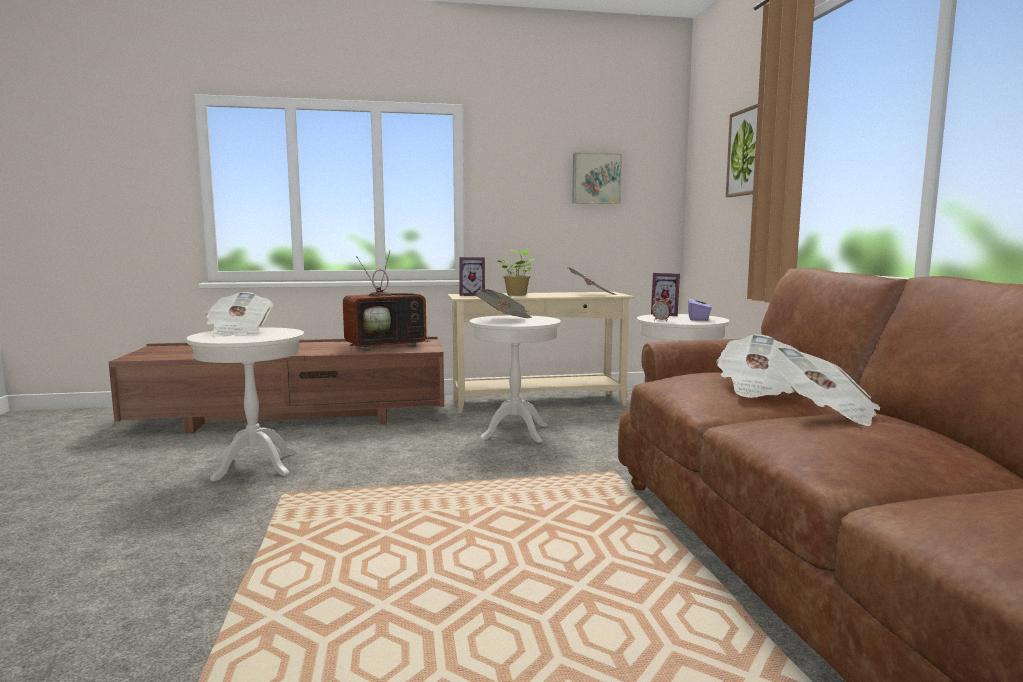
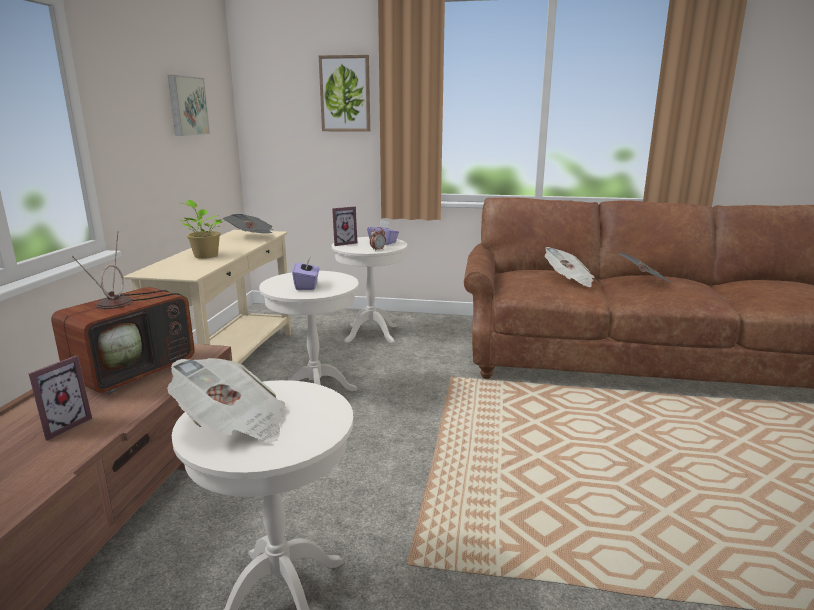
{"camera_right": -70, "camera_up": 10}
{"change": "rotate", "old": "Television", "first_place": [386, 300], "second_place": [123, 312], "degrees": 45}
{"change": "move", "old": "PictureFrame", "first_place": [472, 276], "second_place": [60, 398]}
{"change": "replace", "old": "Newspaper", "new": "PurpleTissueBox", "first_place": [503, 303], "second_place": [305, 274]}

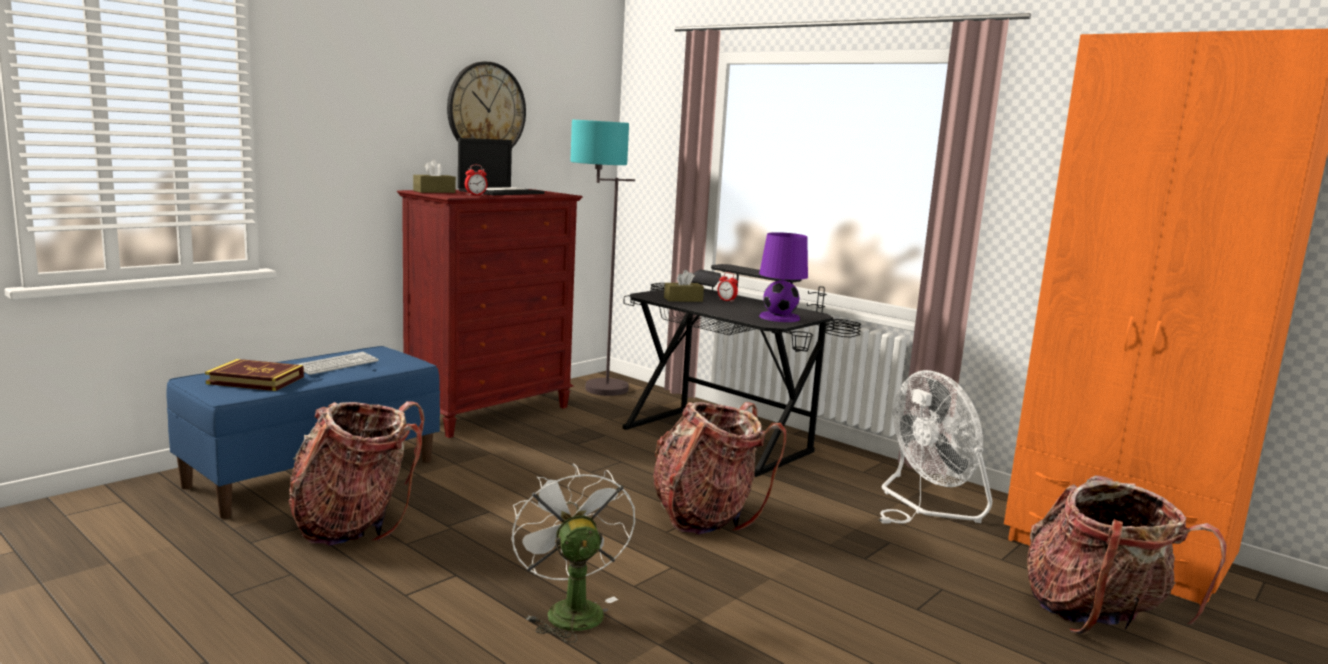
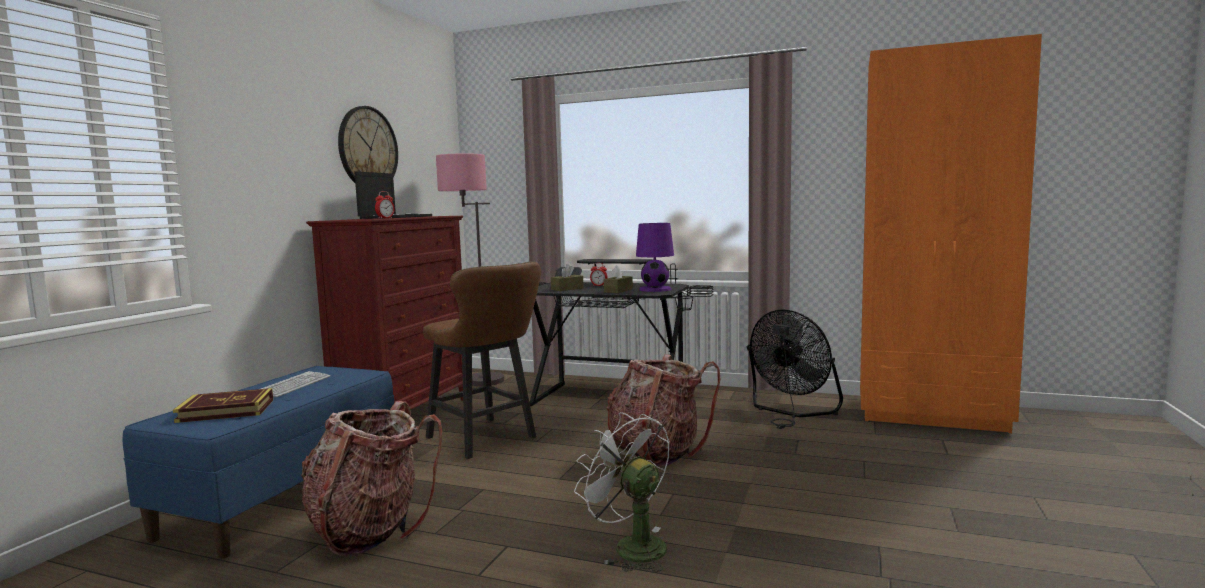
{"camera_right": -20, "camera_up": -5}
{"change": "move", "old": "BrownTissueBox", "first_place": [434, 176], "second_place": [618, 279]}
{"change": "recolor", "old": "TurquoiseFloorLamp", "new": "PinkFloorLamp", "first_place": [603, 258], "second_place": [470, 269]}
{"change": "recolor", "old": "WhiteFan", "new": "BlackFan", "first_place": [935, 447], "second_place": [795, 369]}
{"change": "delete", "old": "Backpack", "first_place": [1127, 554]}
{"change": "insert", "new": "BrownStool", "second_place": [482, 360]}

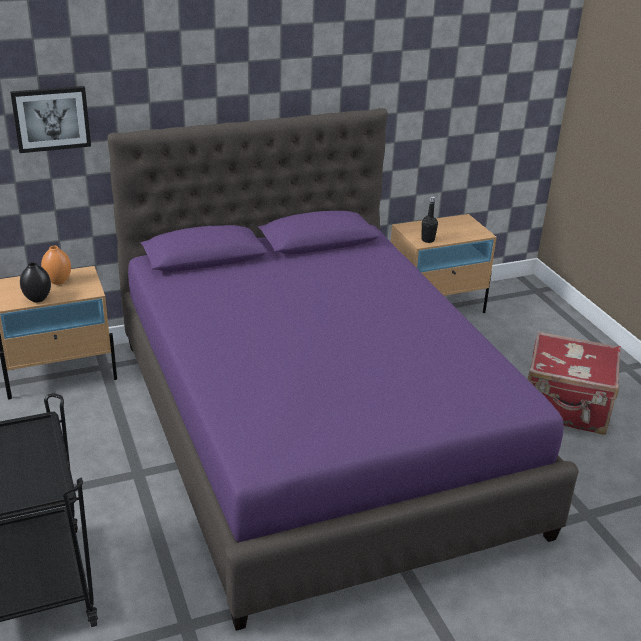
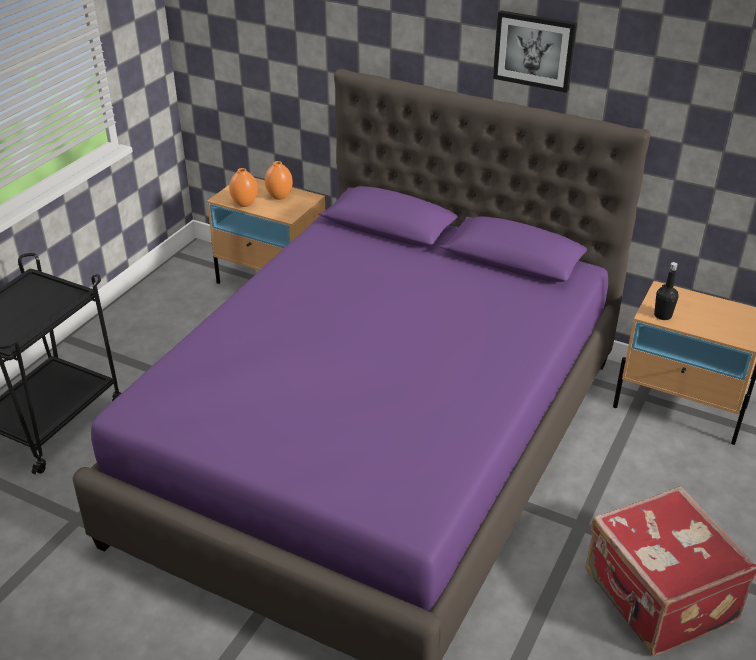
{"camera_right": 50, "camera_up": 5}
{"change": "move", "old": "Picture", "first_place": [50, 119], "second_place": [535, 51]}
{"change": "recolor", "old": "BlackVase", "new": "OrangeVase", "first_place": [35, 282], "second_place": [243, 187]}

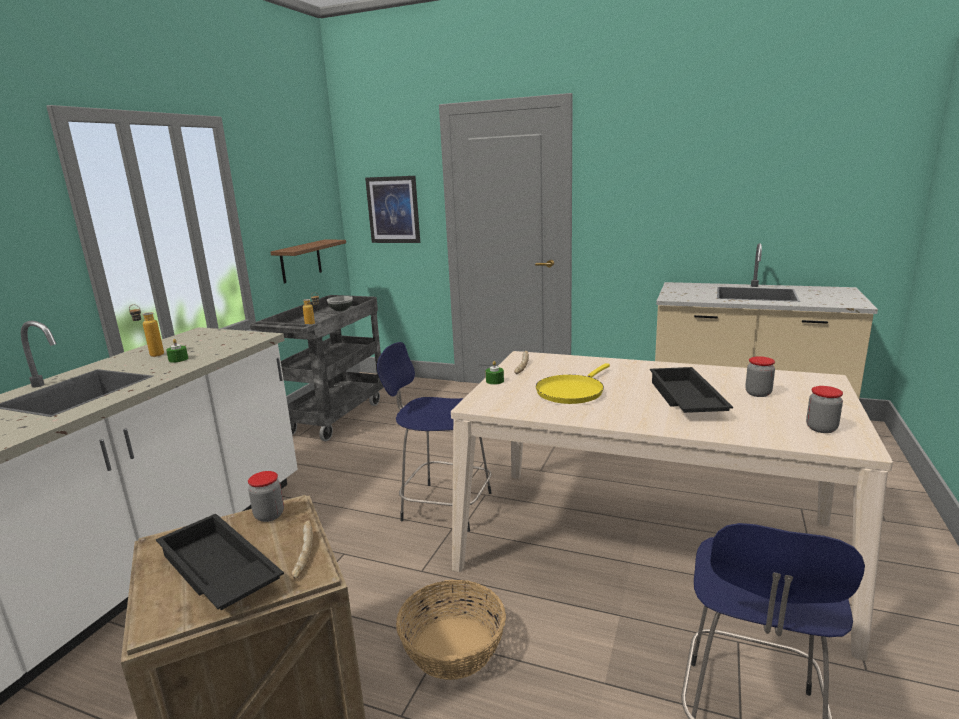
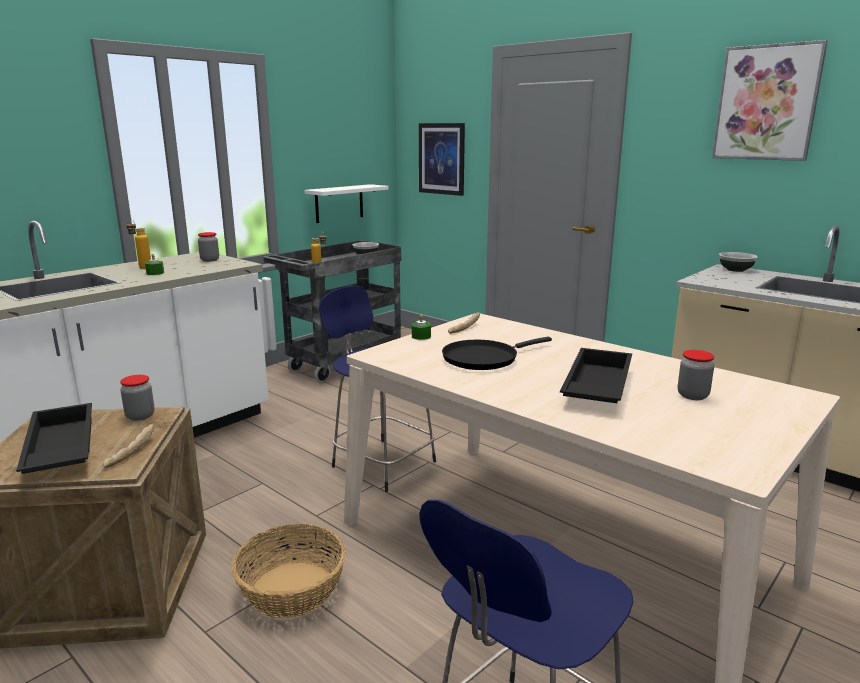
{"camera_right": 20, "camera_up": 0}
{"change": "recolor", "old": "BrownShelf", "new": "WhiteShelf", "first_place": [308, 261], "second_place": [346, 203]}
{"change": "recolor", "old": "YellowFryingPan", "new": "BlackFryingPan", "first_place": [573, 383], "second_place": [497, 353]}
{"change": "move", "old": "Jar", "first_place": [824, 409], "second_place": [208, 247]}
{"change": "insert", "new": "Picture", "second_place": [770, 100]}
{"change": "insert", "new": "Bowl", "second_place": [738, 262]}

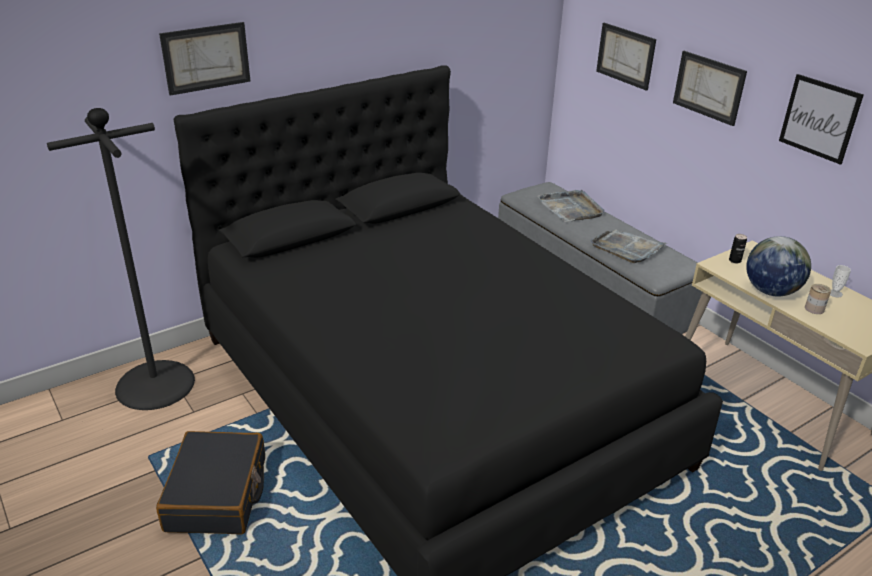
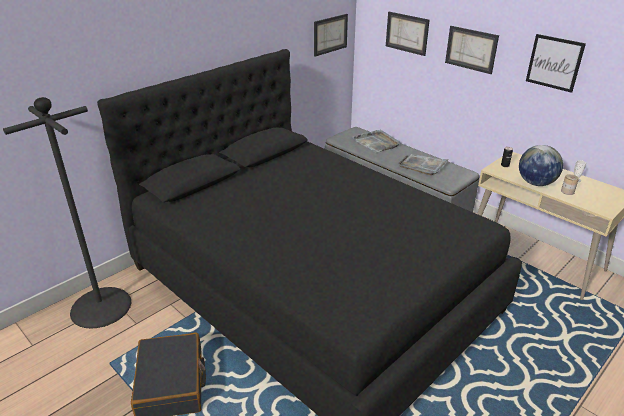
{"camera_right": -10, "camera_up": 0}
{"change": "move", "old": "Picture", "first_place": [204, 59], "second_place": [331, 35]}

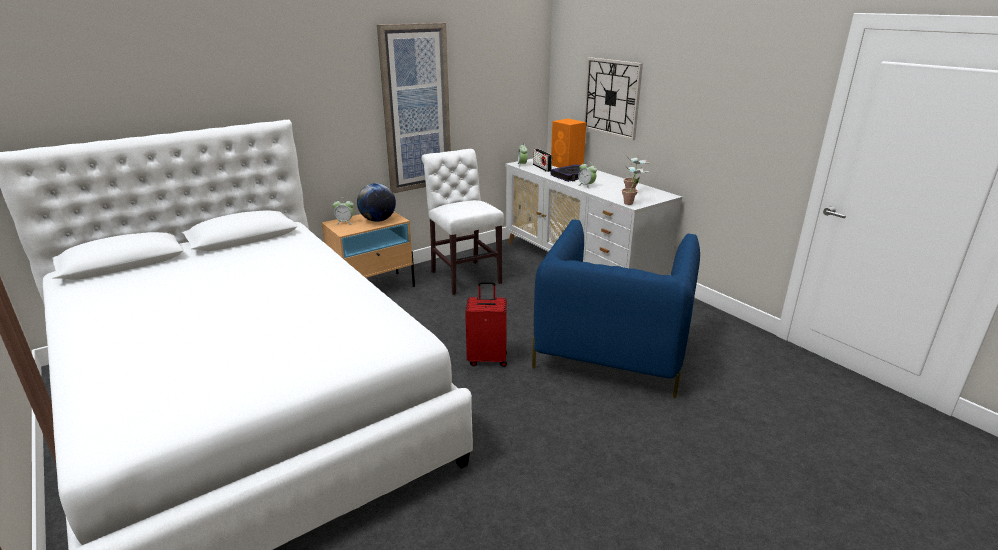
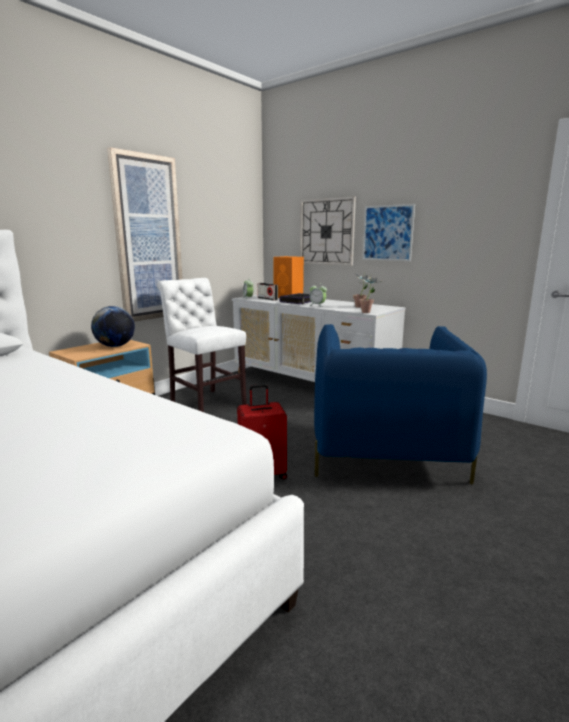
{"camera_right": -15, "camera_up": -10}
{"change": "delete", "old": "AlarmClock", "first_place": [343, 211]}
{"change": "insert", "new": "Picture", "second_place": [389, 232]}

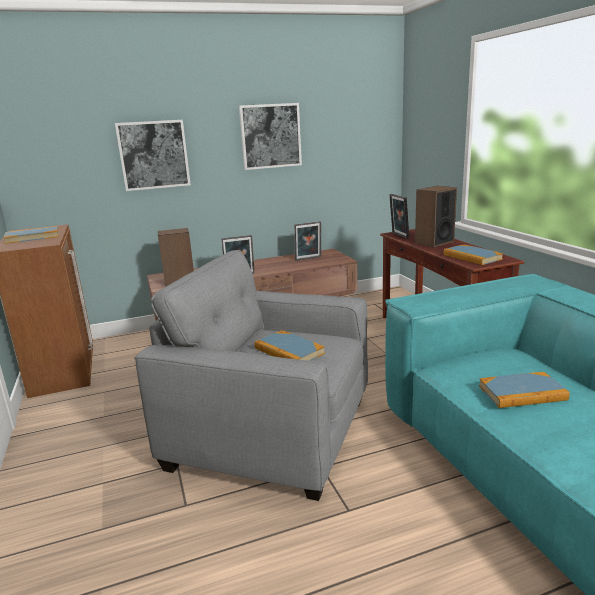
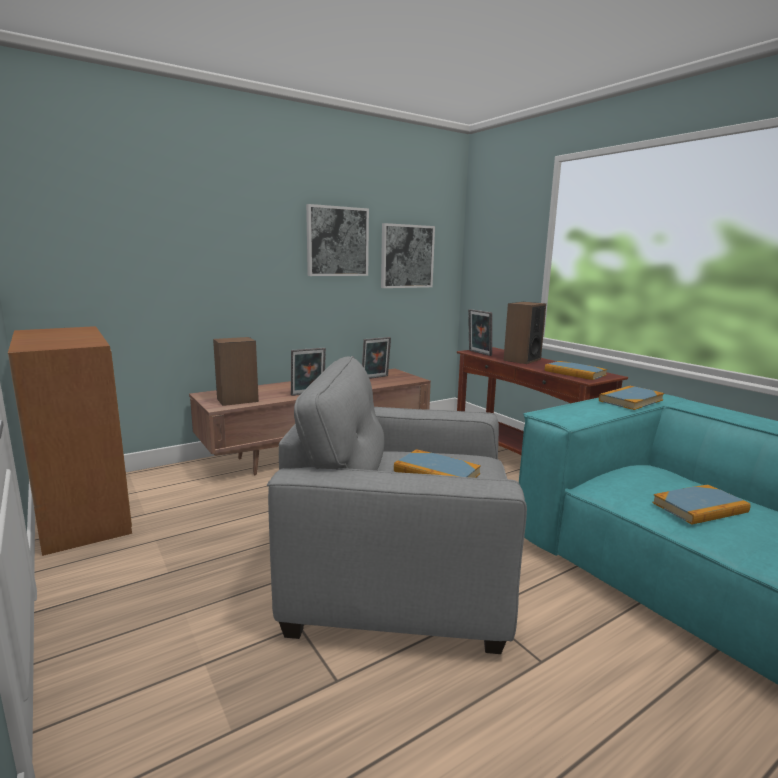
{"camera_right": -15, "camera_up": -5}
{"change": "move", "old": "Book", "first_place": [31, 235], "second_place": [631, 398]}
{"change": "move", "old": "Picture", "first_place": [153, 155], "second_place": [408, 255]}

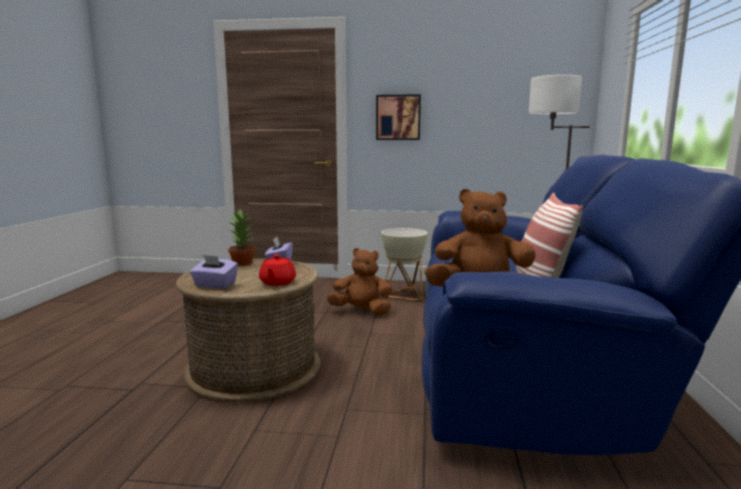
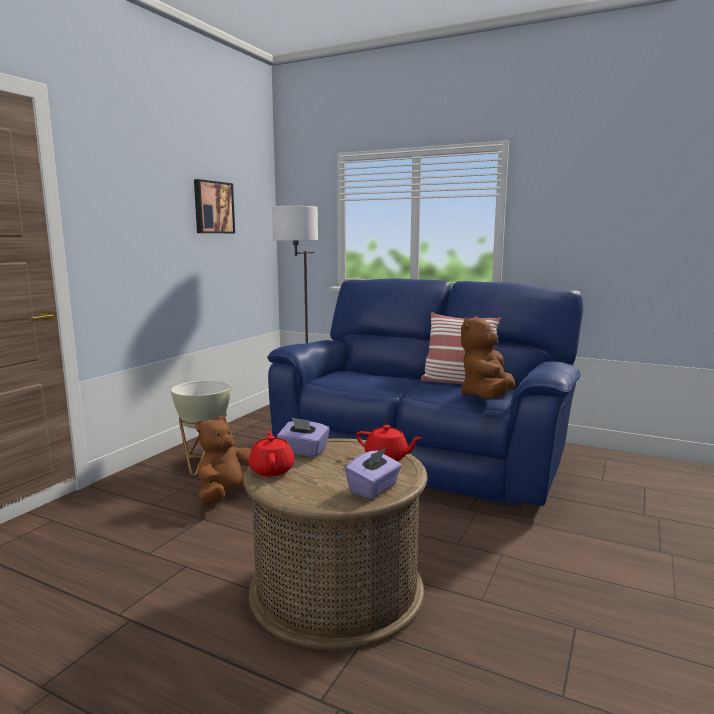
{"camera_right": -70, "camera_up": 0}
{"change": "replace", "old": "PottedPlant", "new": "RedTeapot", "first_place": [241, 237], "second_place": [271, 453]}
{"change": "move", "old": "Picture", "first_place": [398, 117], "second_place": [214, 206]}

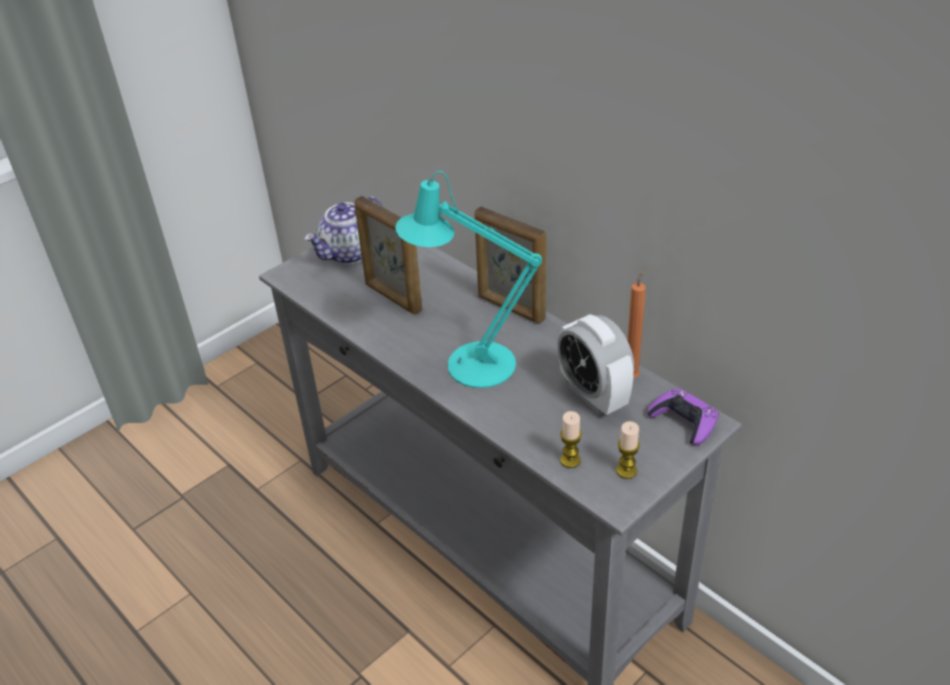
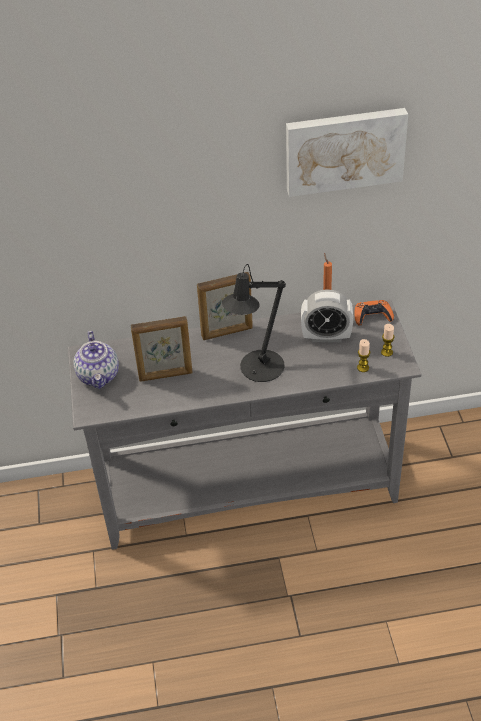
{"camera_right": -55, "camera_up": 5}
{"change": "recolor", "old": "TurquoiseTableLamp", "new": "BlackTableLamp", "first_place": [468, 279], "second_place": [254, 323]}
{"change": "recolor", "old": "PurpleGameController", "new": "OrangeGameController", "first_place": [683, 417], "second_place": [374, 313]}
{"change": "insert", "new": "Picture", "second_place": [347, 152]}

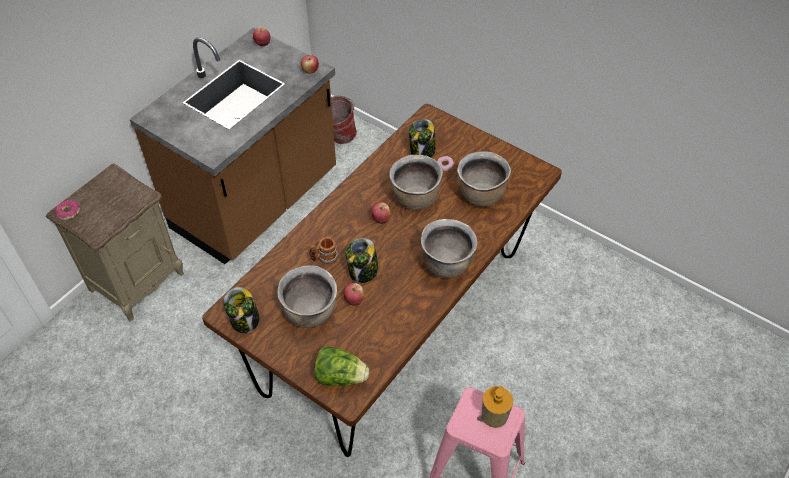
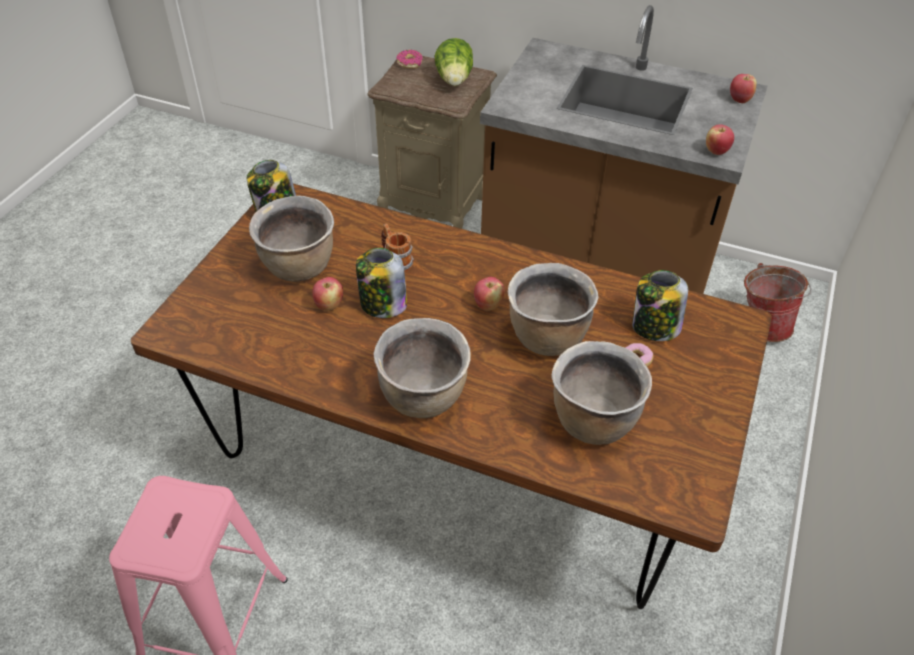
{"camera_right": 75, "camera_up": -5}
{"change": "move", "old": "Lettuce", "first_place": [341, 366], "second_place": [454, 62]}
{"change": "delete", "old": "SoapDispenser", "first_place": [497, 407]}

